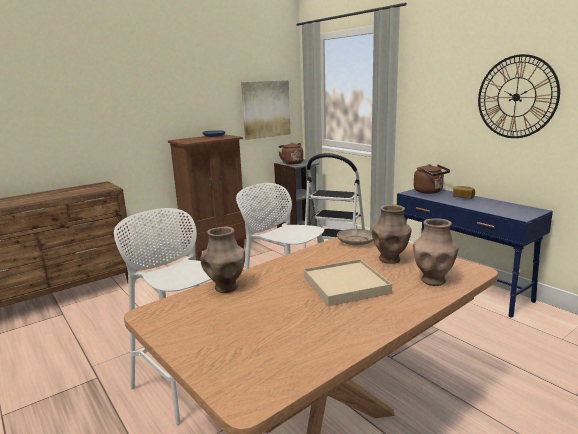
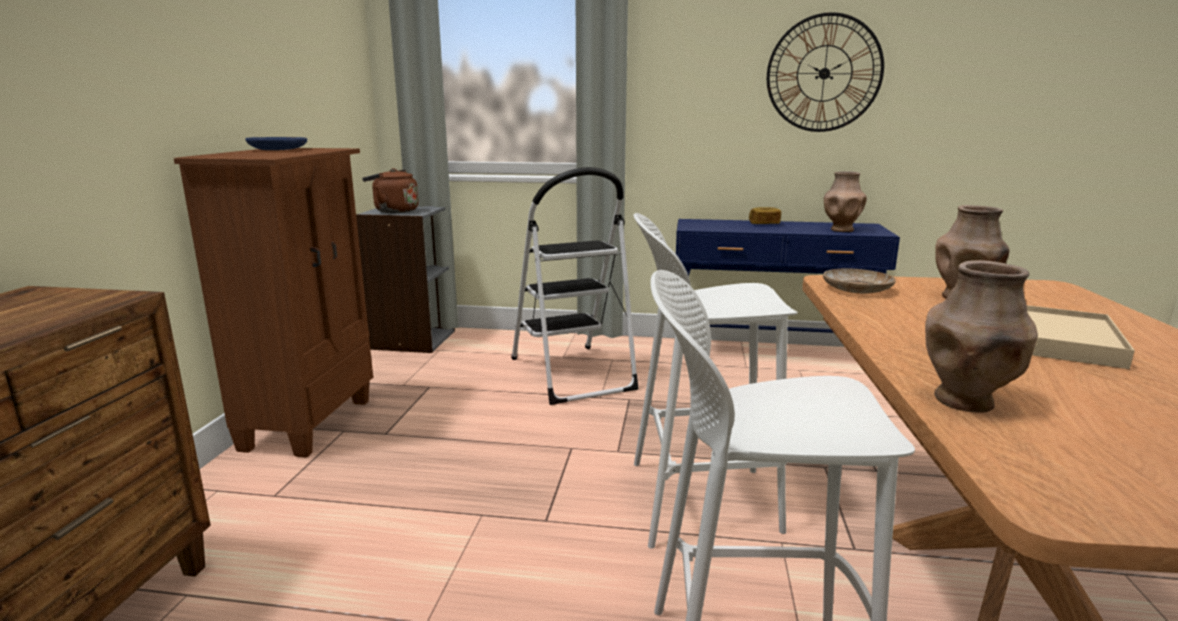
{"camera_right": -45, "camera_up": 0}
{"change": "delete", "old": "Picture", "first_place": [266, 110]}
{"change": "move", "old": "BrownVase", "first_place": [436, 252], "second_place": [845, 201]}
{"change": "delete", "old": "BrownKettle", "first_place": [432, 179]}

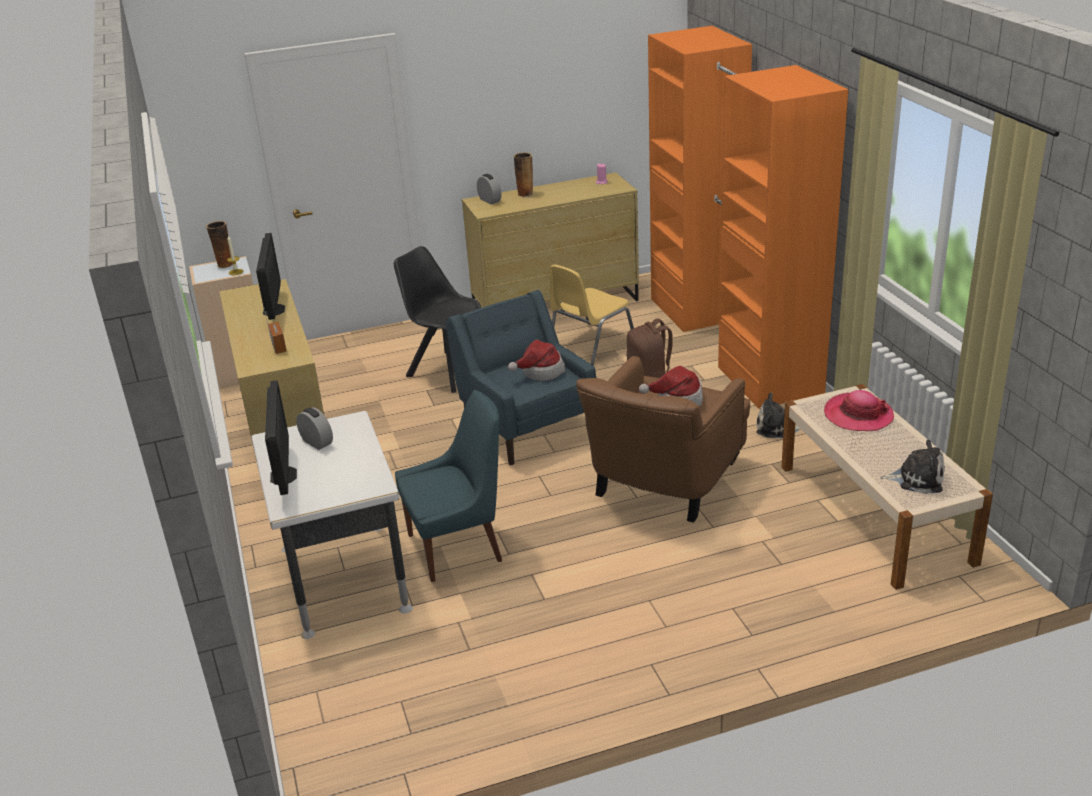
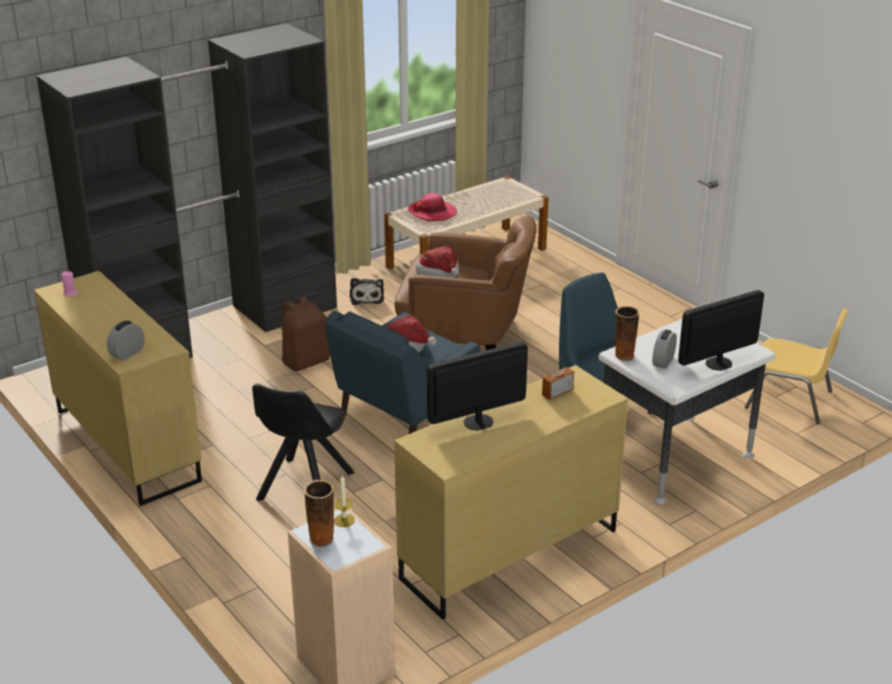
{"camera_right": -110, "camera_up": 0}
{"change": "move", "old": "Vase", "first_place": [524, 174], "second_place": [627, 333]}
{"change": "move", "old": "YellowChair", "first_place": [592, 315], "second_place": [796, 366]}
{"change": "recolor", "old": "OrangeWardrobe", "new": "BlackWardrobe", "first_place": [748, 217], "second_place": [187, 190]}
{"change": "delete", "old": "PlushToy", "first_place": [913, 466]}

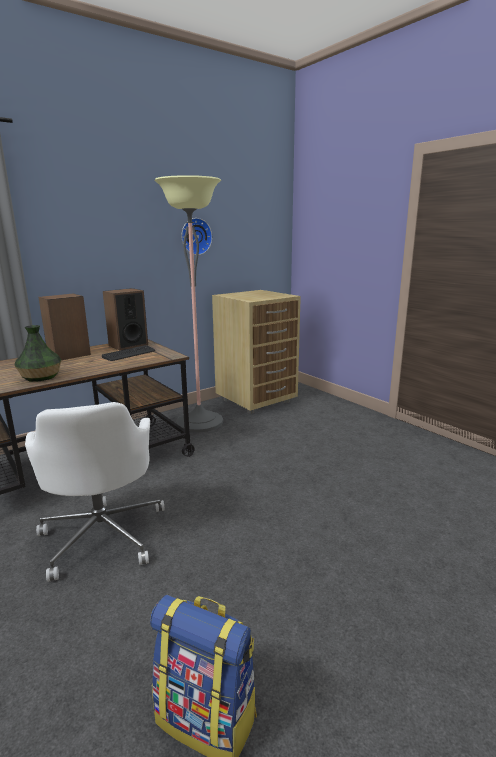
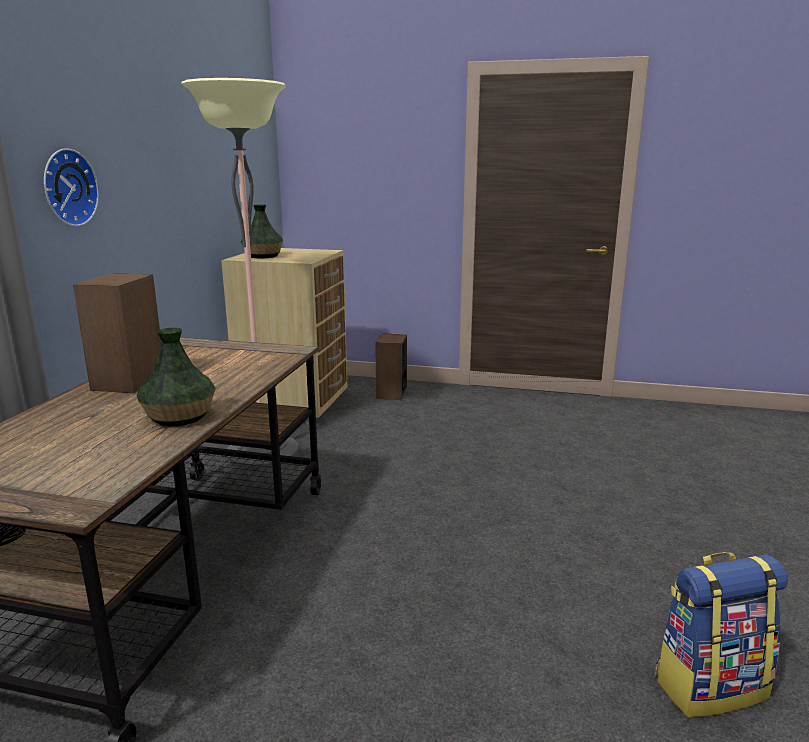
{"camera_right": -40, "camera_up": 0}
{"change": "delete", "old": "WhiteOfficeChair", "first_place": [95, 492]}
{"change": "delete", "old": "Keyboard", "first_place": [128, 353]}
{"change": "move", "old": "Speaker", "first_place": [125, 319], "second_place": [391, 366]}
{"change": "move", "old": "WallClock", "first_place": [196, 236], "second_place": [71, 187]}
{"change": "insert", "new": "Vase", "second_place": [262, 231]}

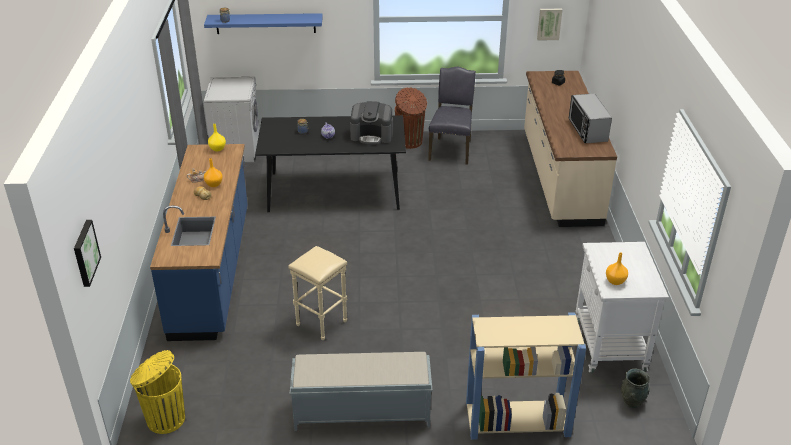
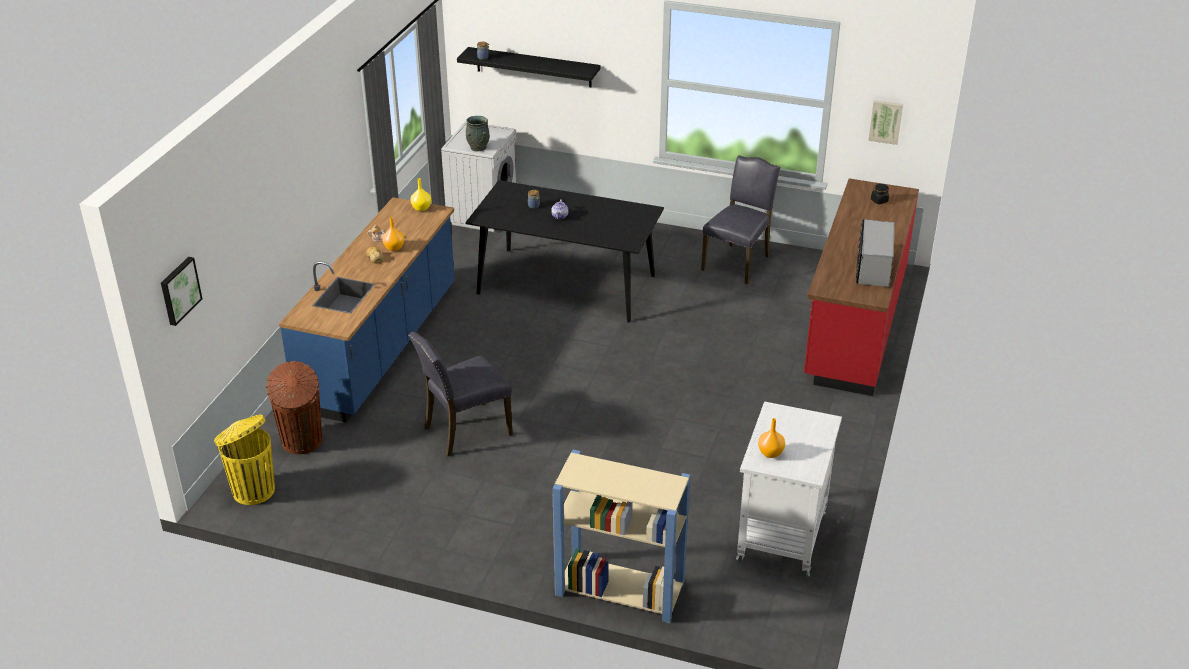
{"camera_right": 20, "camera_up": 0}
{"change": "recolor", "old": "BlueShelf", "new": "BlackShelf", "first_place": [263, 23], "second_place": [528, 67]}
{"change": "replace", "old": "BeigeStool", "new": "GreyChair", "first_place": [317, 293], "second_place": [460, 394]}
{"change": "delete", "old": "GreyBench", "first_place": [361, 391]}
{"change": "delete", "old": "CoffeeMachine", "first_place": [371, 122]}
{"change": "move", "old": "BrownTrashCan", "first_place": [411, 118], "second_place": [294, 407]}
{"change": "recolor", "old": "BeigeCounter", "new": "RedCounter", "first_place": [570, 149], "second_place": [861, 287]}
{"change": "move", "old": "GreyVase", "first_place": [635, 388], "second_place": [478, 133]}

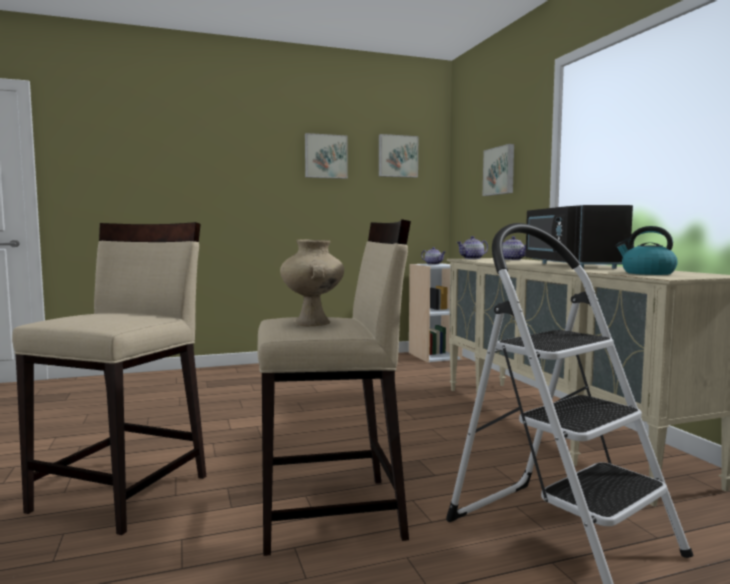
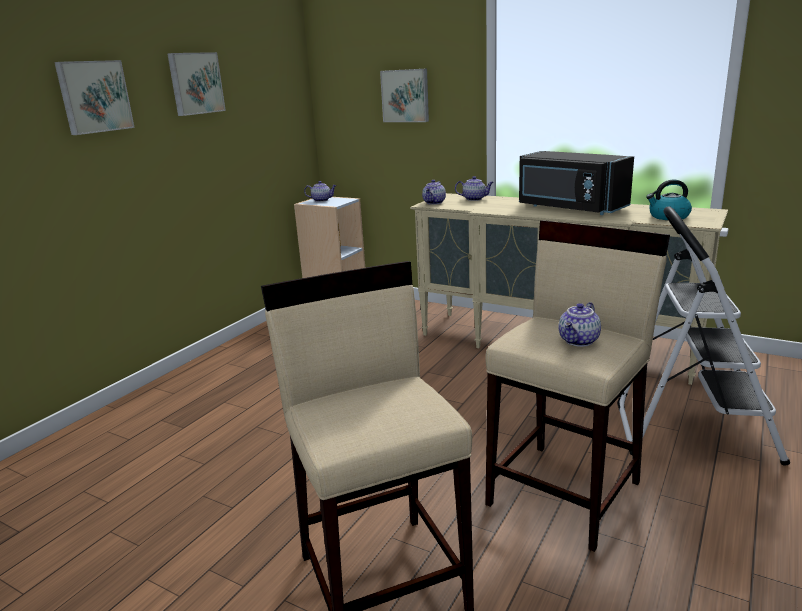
{"camera_right": -40, "camera_up": 15}
{"change": "replace", "old": "BeigeVase", "new": "Teapot", "first_place": [312, 283], "second_place": [579, 324]}
{"change": "move", "old": "Picture", "first_place": [398, 156], "second_place": [94, 97]}

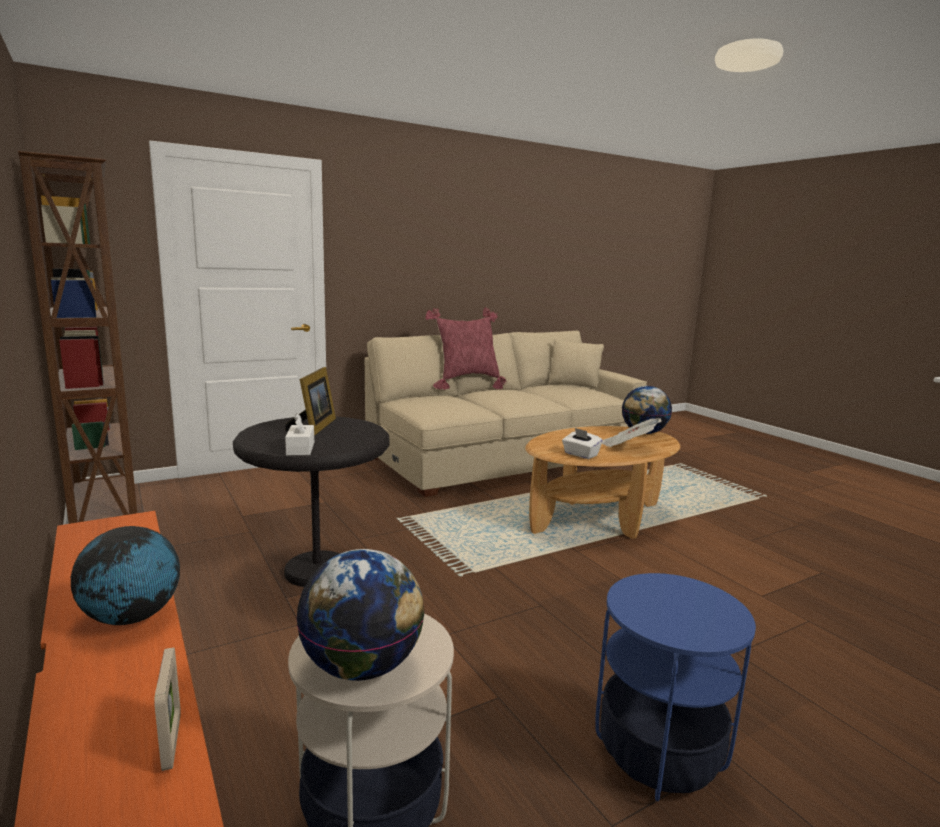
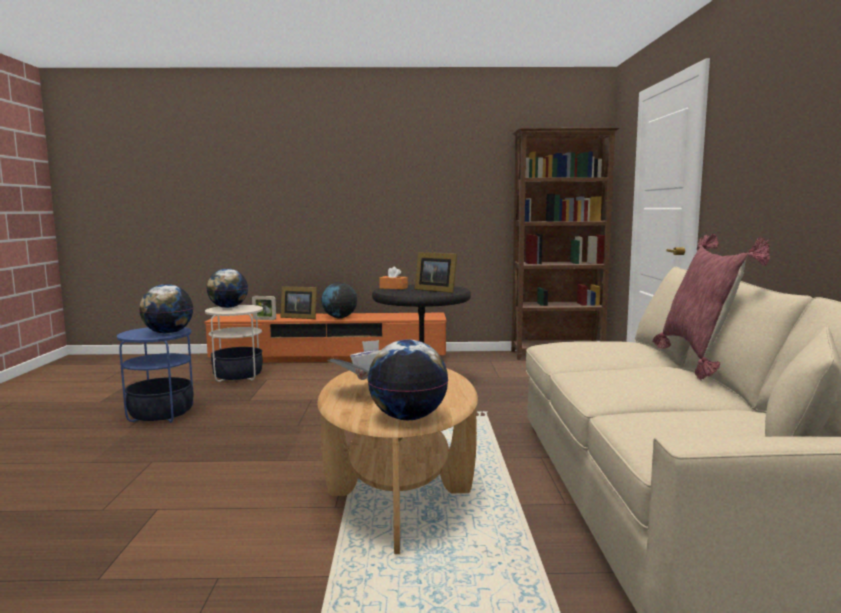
{"camera_right": 120, "camera_up": -5}
{"change": "recolor", "old": "WhiteTissueBox", "new": "OrangeTissueBox", "first_place": [299, 434], "second_place": [393, 278]}
{"change": "insert", "new": "Globe", "second_place": [166, 309]}
{"change": "insert", "new": "PictureFrame", "second_place": [299, 302]}

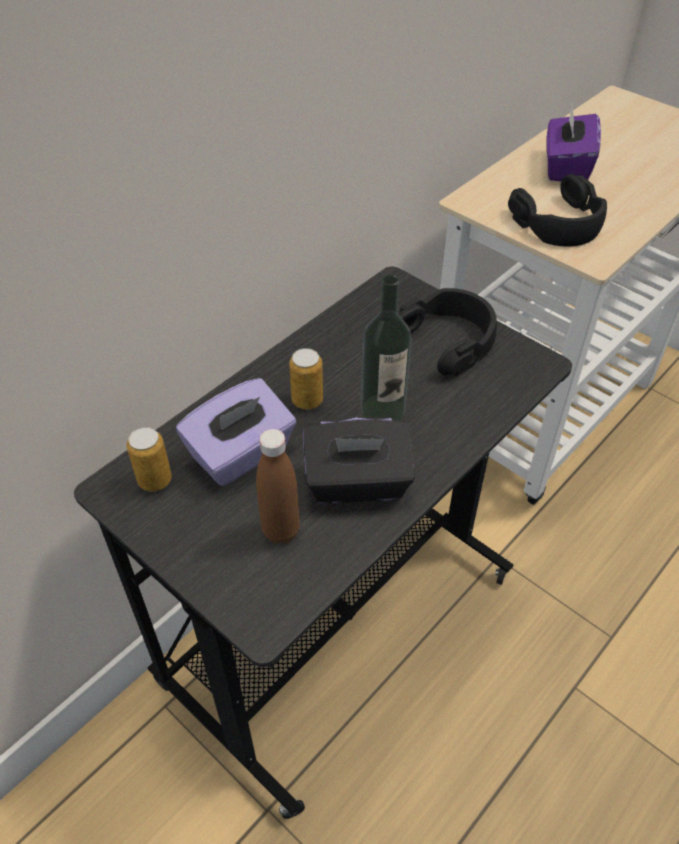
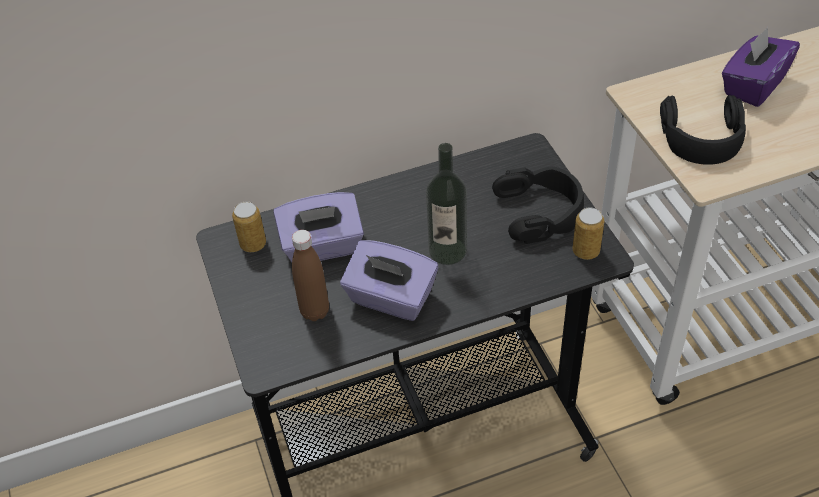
{"camera_right": 30, "camera_up": 0}
{"change": "move", "old": "Can", "first_place": [306, 379], "second_place": [588, 233]}
{"change": "recolor", "old": "BlackTissueBox", "new": "PurpleTissueBox", "first_place": [359, 460], "second_place": [389, 280]}

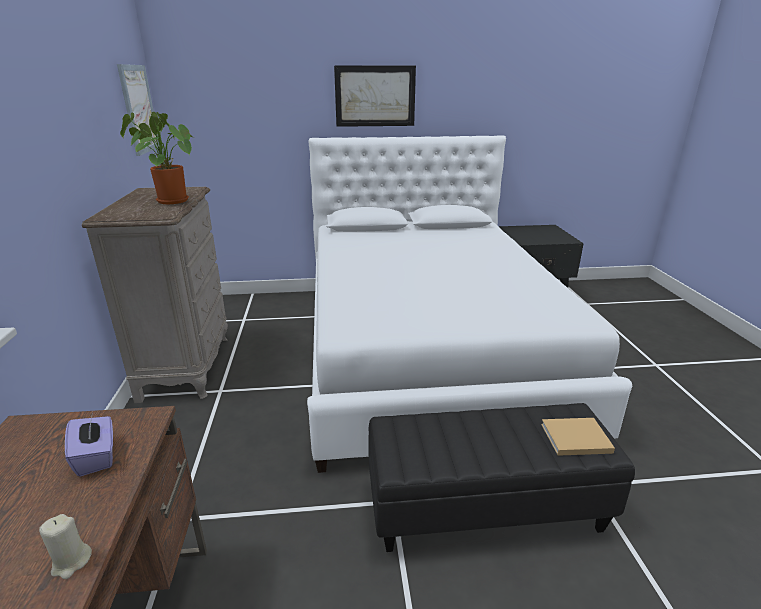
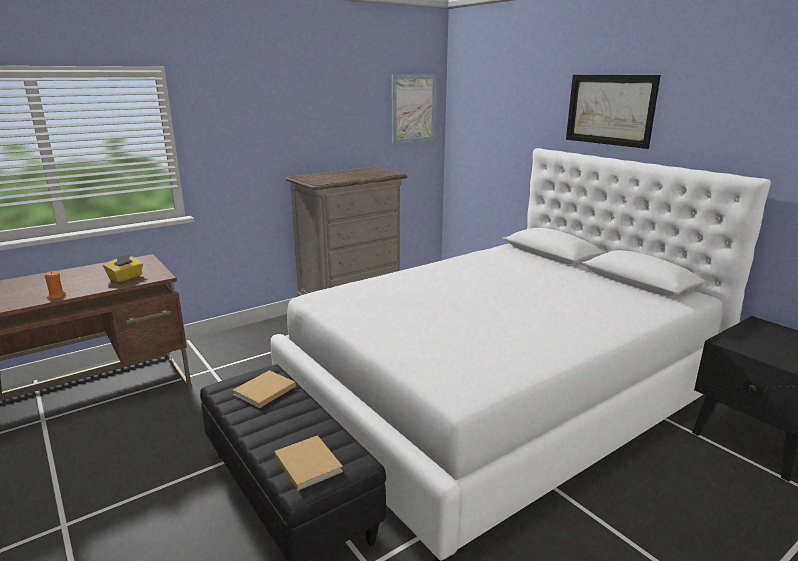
{"camera_right": 60, "camera_up": -5}
{"change": "recolor", "old": "BeigeCandle", "new": "OrangeCandle", "first_place": [65, 546], "second_place": [55, 285]}
{"change": "recolor", "old": "PurpleTissueBox", "new": "YellowTissueBox", "first_place": [89, 445], "second_place": [123, 268]}
{"change": "delete", "old": "PottedPlant", "first_place": [156, 158]}
{"change": "insert", "new": "BeigeBook", "second_place": [264, 389]}

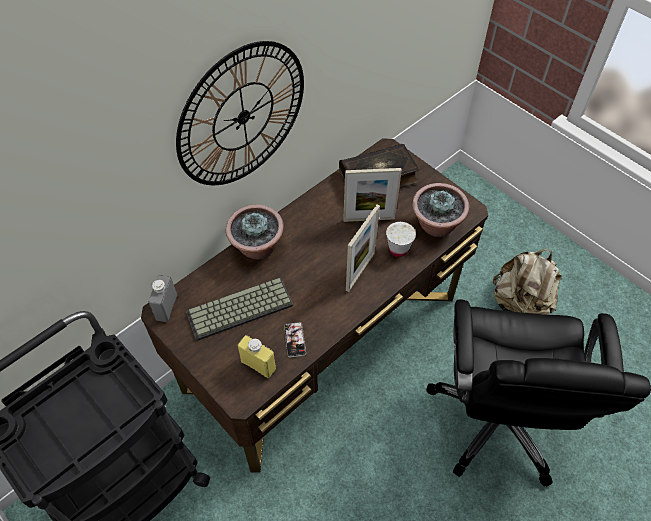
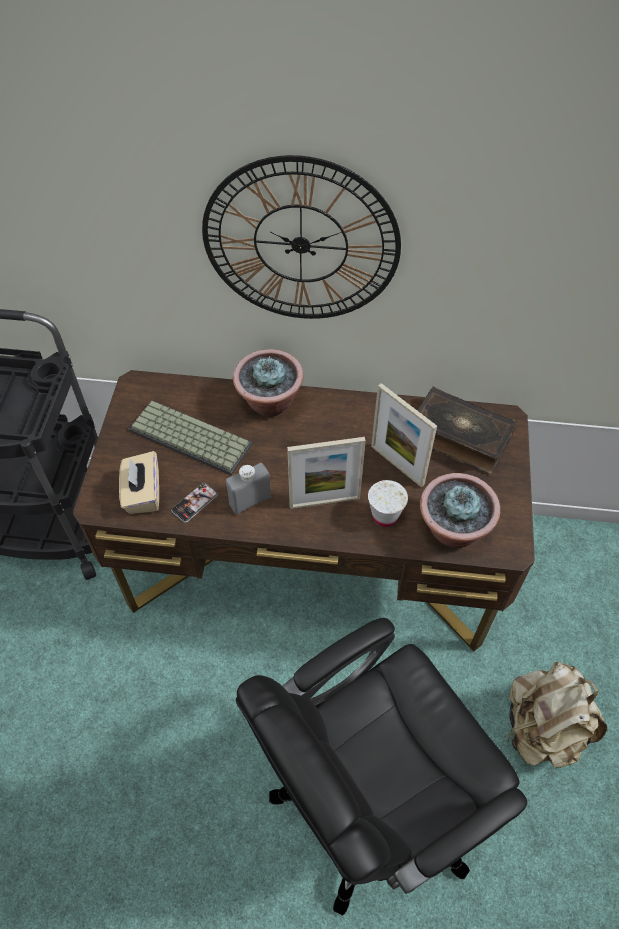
{"camera_right": 50, "camera_up": 0}
{"change": "move", "old": "GreyBottle", "first_place": [162, 298], "second_place": [248, 489]}
{"change": "replace", "old": "YellowBottle", "new": "BeigeTissueBox", "first_place": [257, 356], "second_place": [139, 482]}

